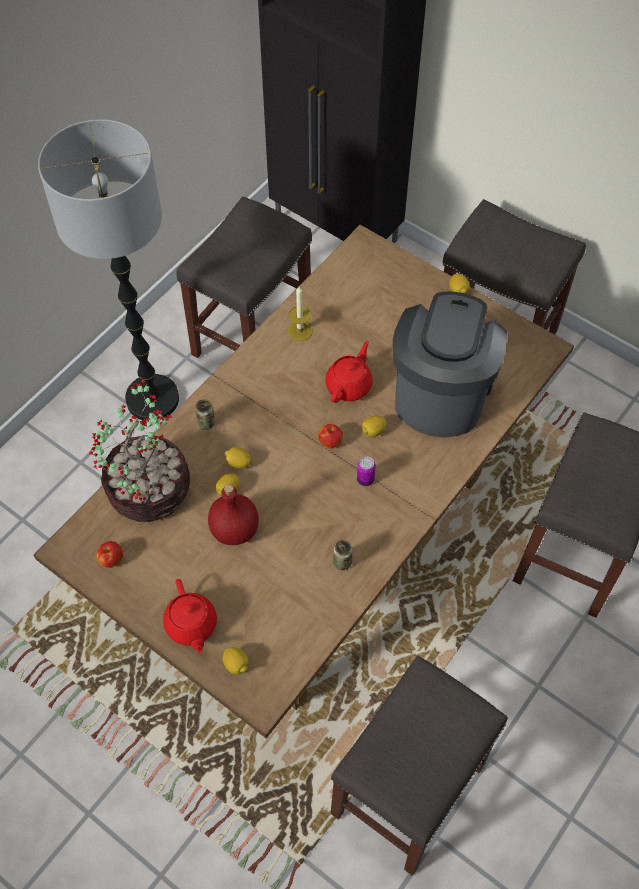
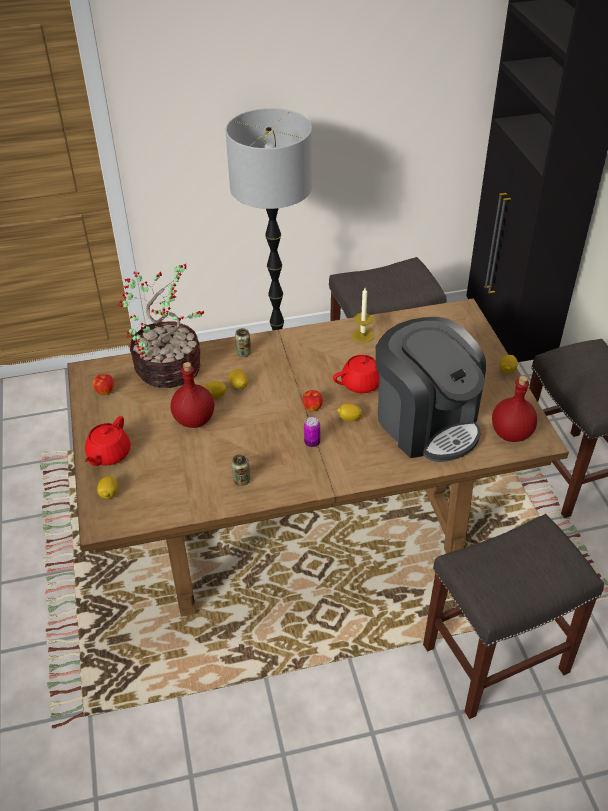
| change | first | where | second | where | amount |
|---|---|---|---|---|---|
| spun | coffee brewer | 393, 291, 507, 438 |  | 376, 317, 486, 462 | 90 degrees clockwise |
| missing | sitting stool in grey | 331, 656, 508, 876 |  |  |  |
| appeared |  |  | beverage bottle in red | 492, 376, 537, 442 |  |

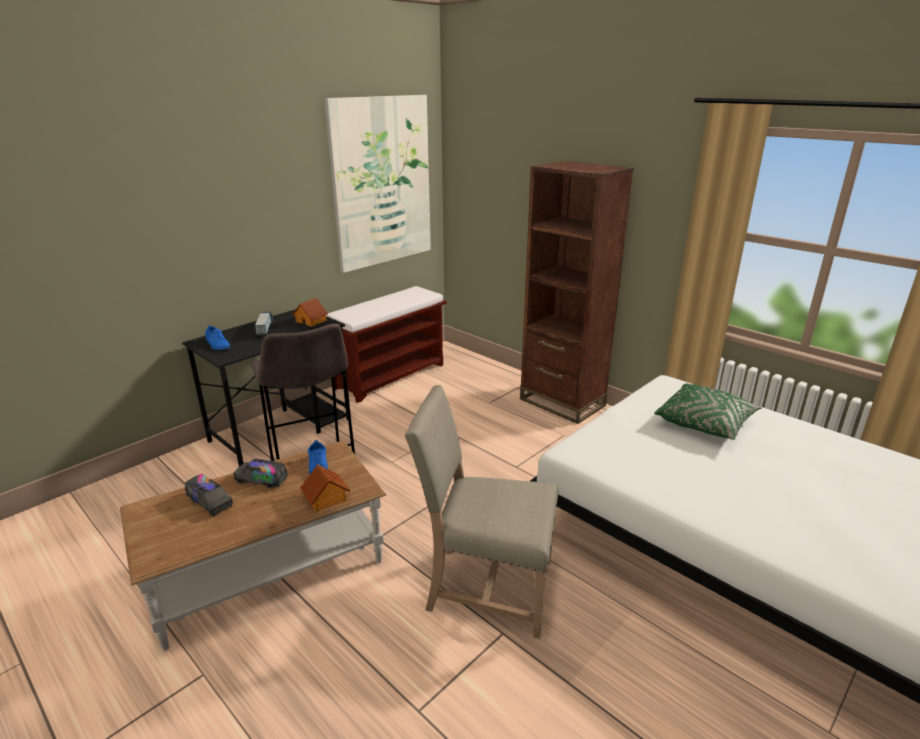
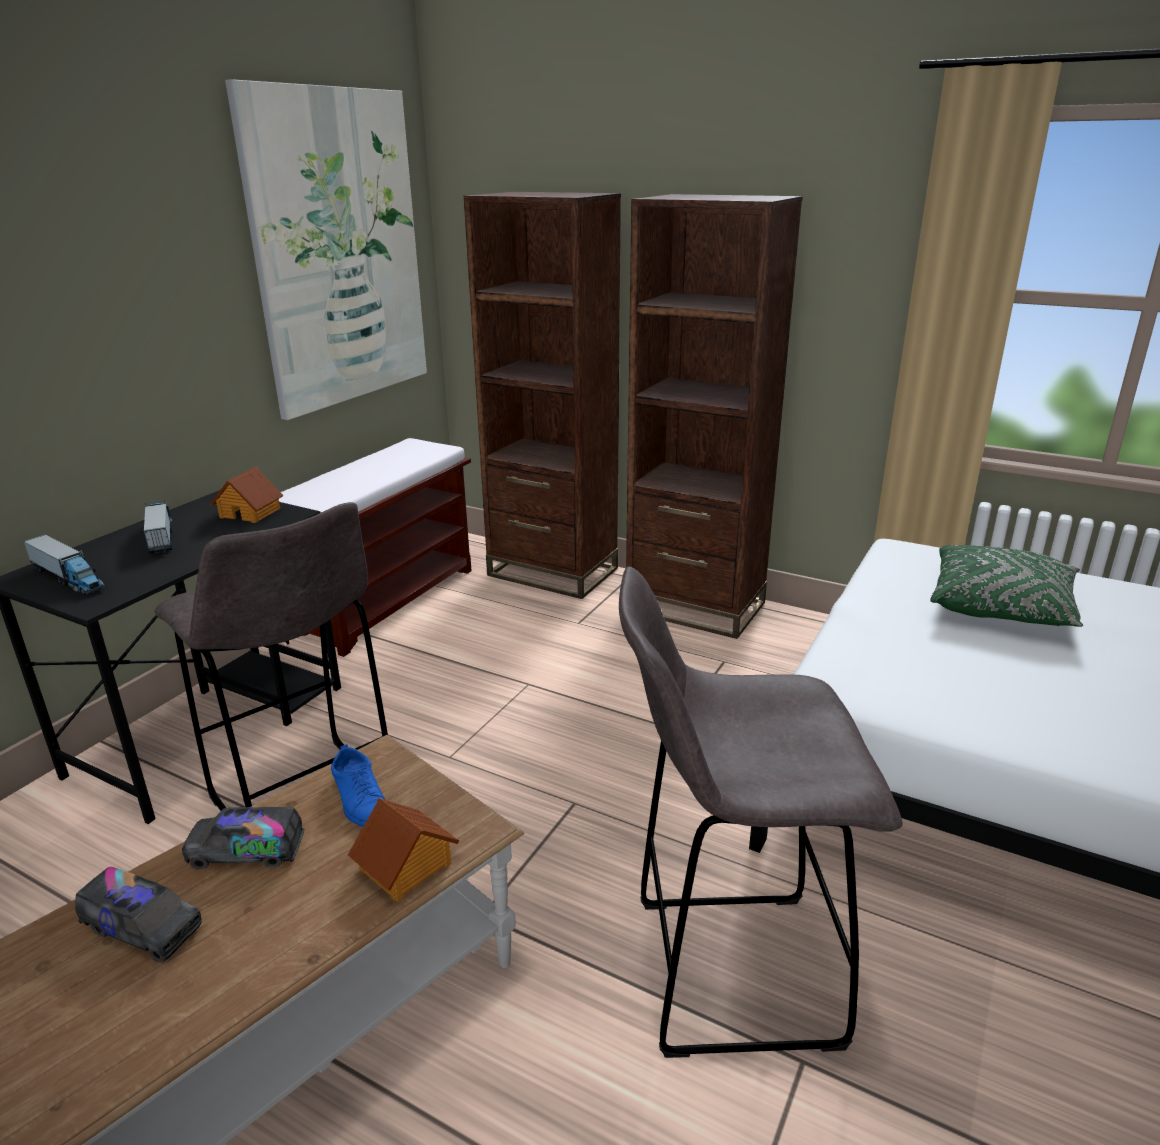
| change | first | where | second | where | amount |
|---|---|---|---|---|---|
| exchanged | low shoe in bluish | 205, 325, 231, 350 | toy truck | 23, 534, 106, 595 |  |
| exchanged | plain chair in sand-coloured | 405, 385, 558, 639 | sitting stool in grey | 619, 567, 903, 1058 |  |
| appeared |  |  | bookcase in brown-coloured | 464, 192, 621, 599 |  |

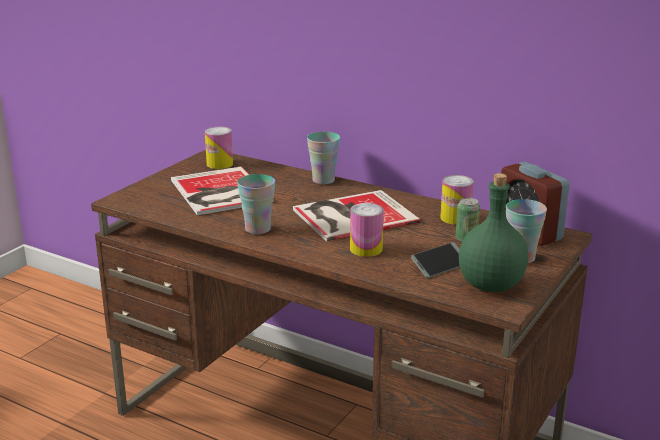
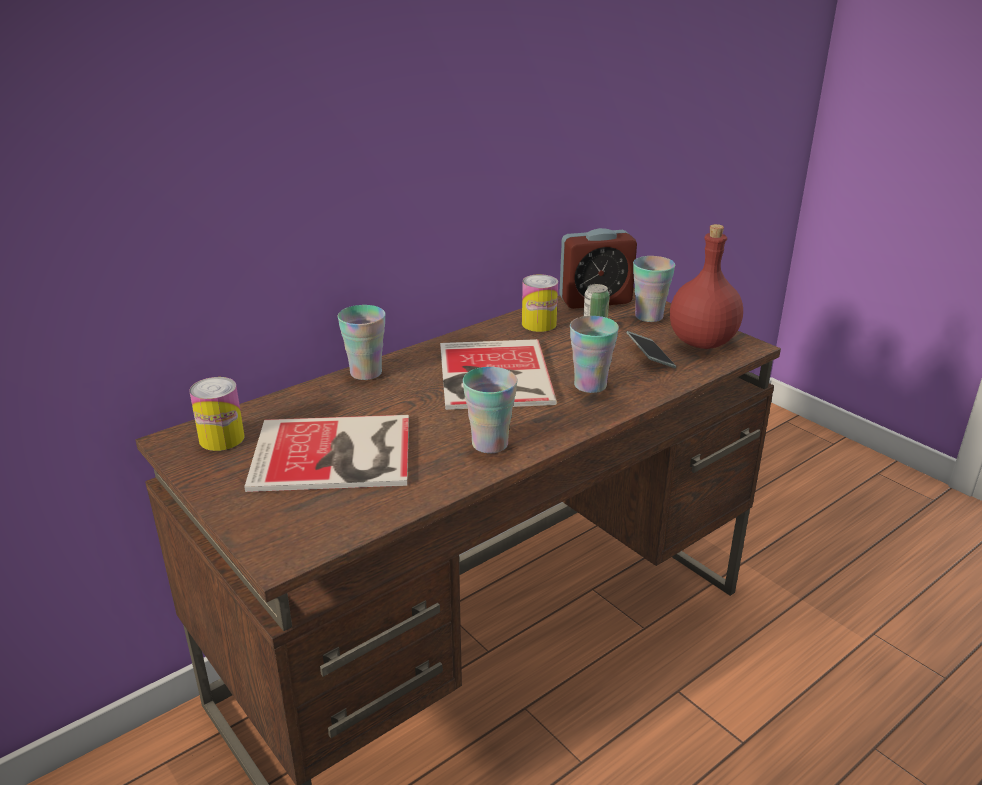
| change | first | where | second | where | amount |
|---|---|---|---|---|---|
| colour | beverage bottle in green-coloured | 459, 173, 528, 292 | beverage bottle in red | 670, 224, 743, 349 |  |
| exchanged | sealed can | 350, 203, 384, 257 | small cup | 570, 316, 619, 393 |  |

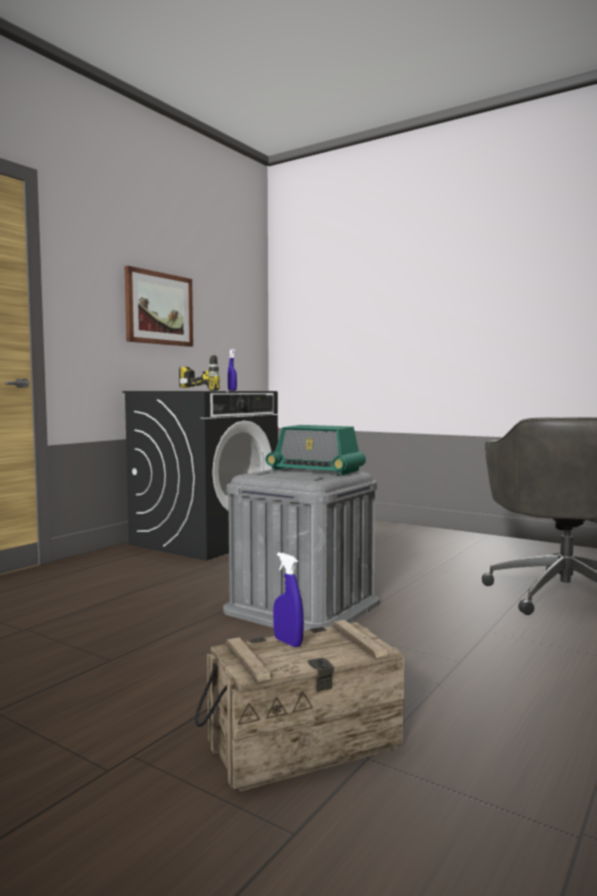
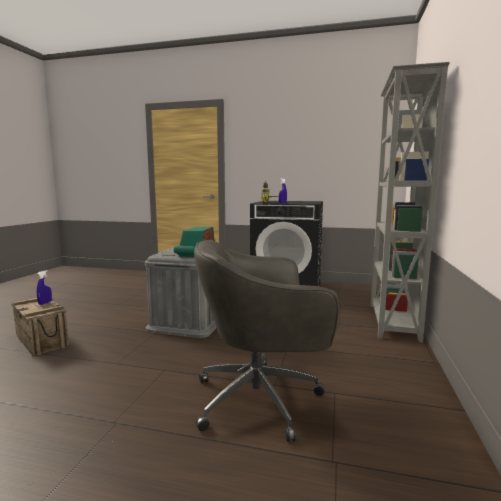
| change | first | where | second | where | amount |
|---|---|---|---|---|---|
| missing | picture | 125, 266, 193, 347 |  |  |  |
| appeared |  |  | bookcase in grey | 371, 62, 450, 343 |  |

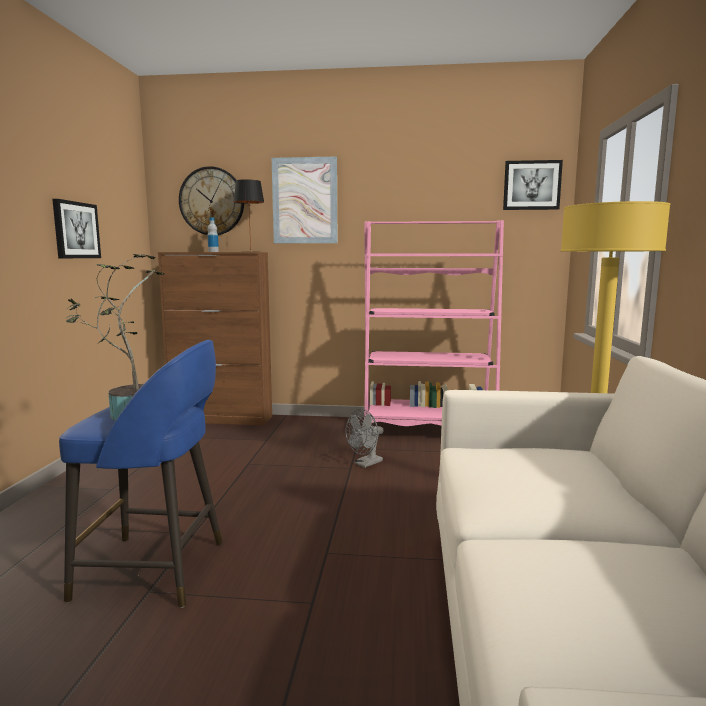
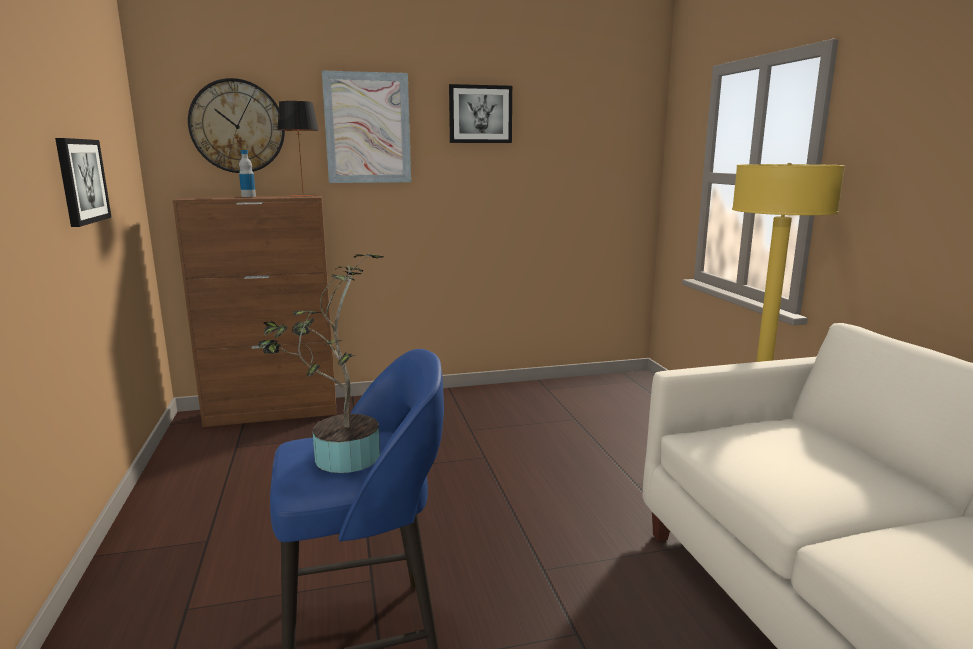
| change | first | where | second | where | amount |
|---|---|---|---|---|---|
| relocated | picture | 503, 160, 563, 210 |  | 449, 84, 512, 143 |  |
| missing | bookcase in pink-coloured | 364, 220, 504, 426 |  |  |  |
| missing | cooling fan in grey | 345, 409, 384, 468 |  |  |  |

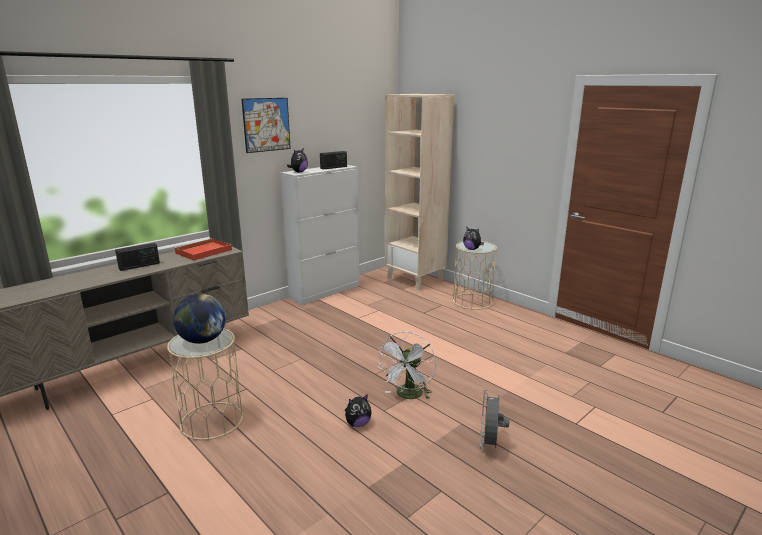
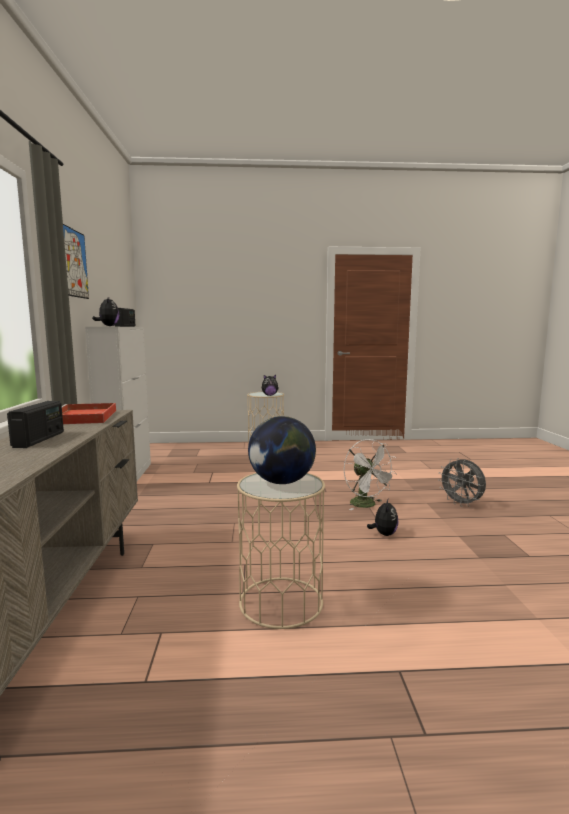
| change | first | where | second | where | amount |
|---|---|---|---|---|---|
| missing | bookcase in sand-coloured | 385, 94, 454, 290 |  |  |  |

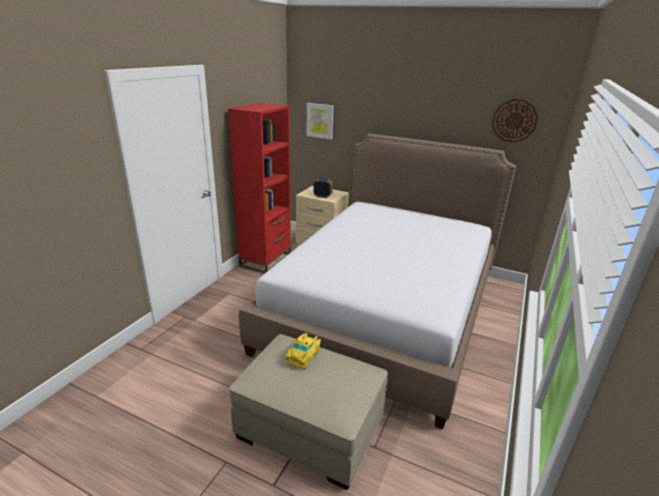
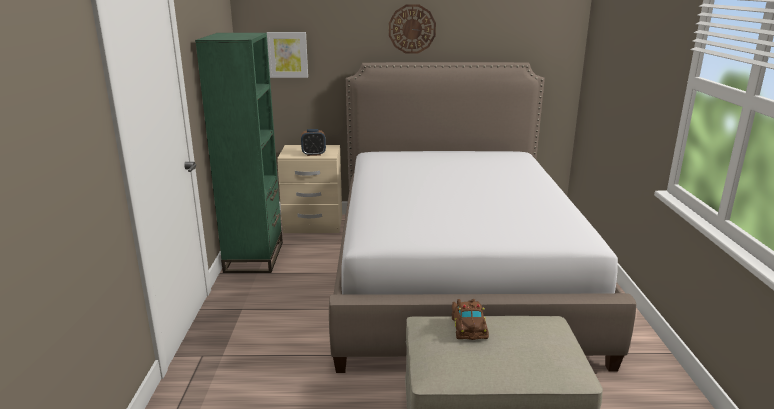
| change | first | where | second | where | amount |
|---|---|---|---|---|---|
| relocated | hanging clock | 492, 99, 538, 143 |  | 389, 4, 436, 54 |  |
| colour | bookcase in red | 228, 103, 291, 273 | bookcase in green-coloured | 195, 33, 283, 273 |  |
| colour | model car in yellow | 285, 333, 321, 369 | model car in brown-coloured | 452, 299, 489, 340 |  |

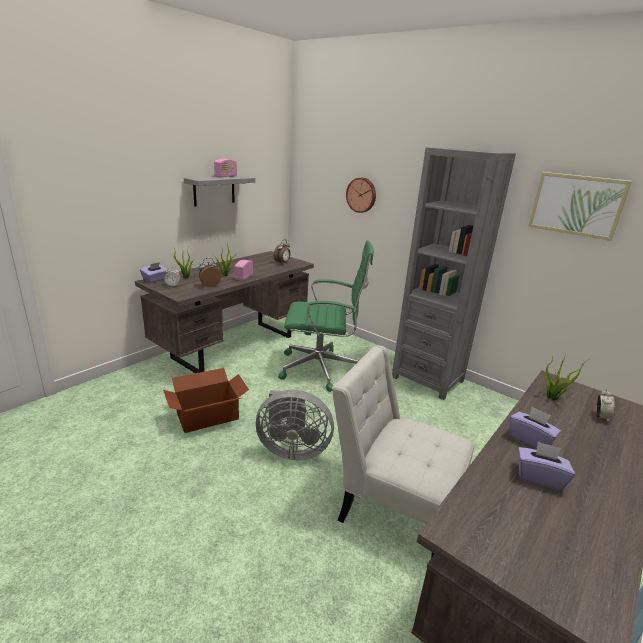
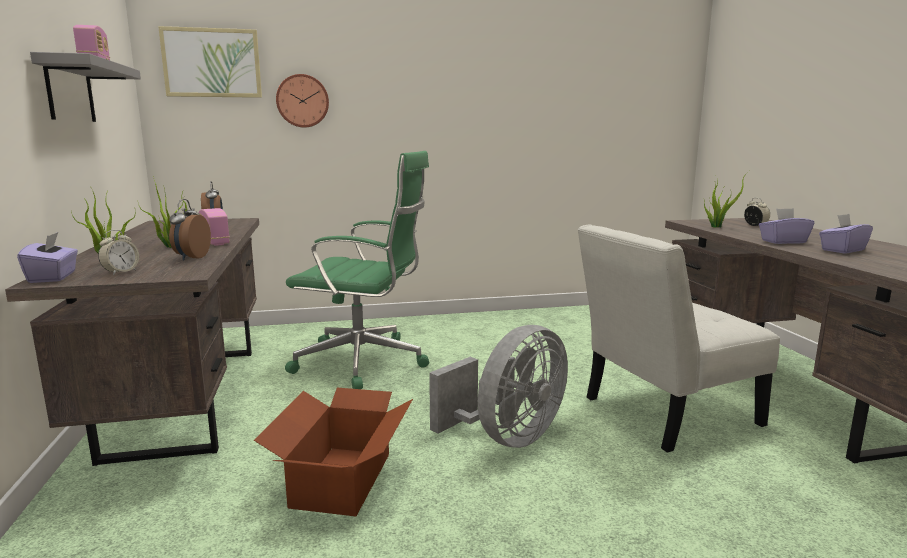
| change | first | where | second | where | amount |
|---|---|---|---|---|---|
| missing | bookcase in grey | 392, 147, 516, 400 |  |  |  |
| relocated | picture | 528, 172, 632, 241 |  | 158, 26, 262, 98 |  |
| spun | desk chair in green-coloured | 278, 240, 374, 392 |  | 285, 151, 429, 389 | 60 degrees clockwise |

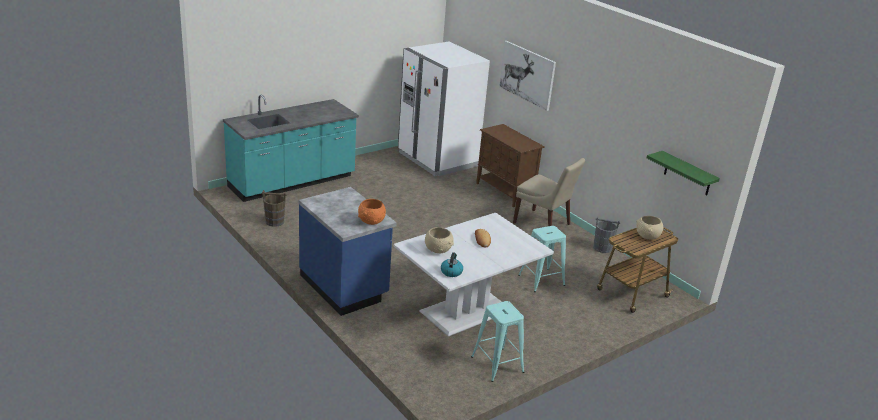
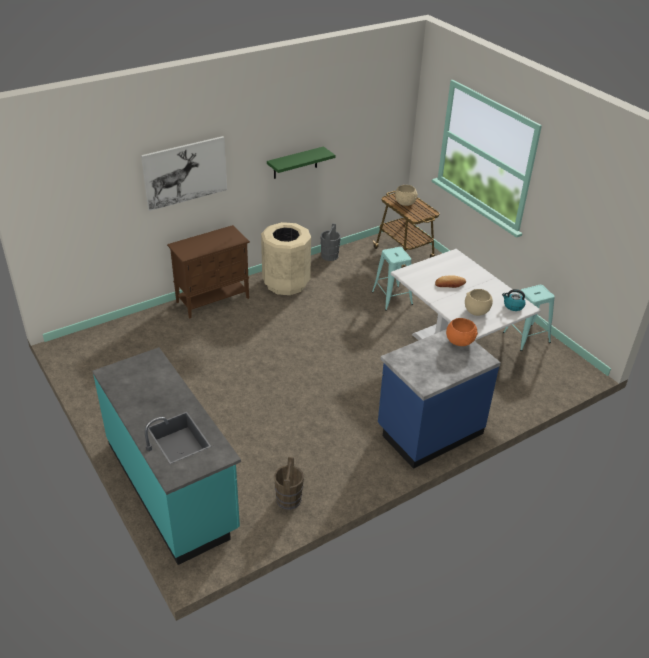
| change | first | where | second | where | amount |
|---|---|---|---|---|---|
| missing | refrigerator in white | 398, 41, 490, 176 |  |  |  |
| relocated | bracket shelf in green-coloured | 647, 151, 720, 196 |  | 267, 146, 336, 179 |  |
| exchanged | plain chair in sand-coloured | 513, 158, 585, 226 | waste bin in sand-coloured | 261, 222, 311, 295 |  |

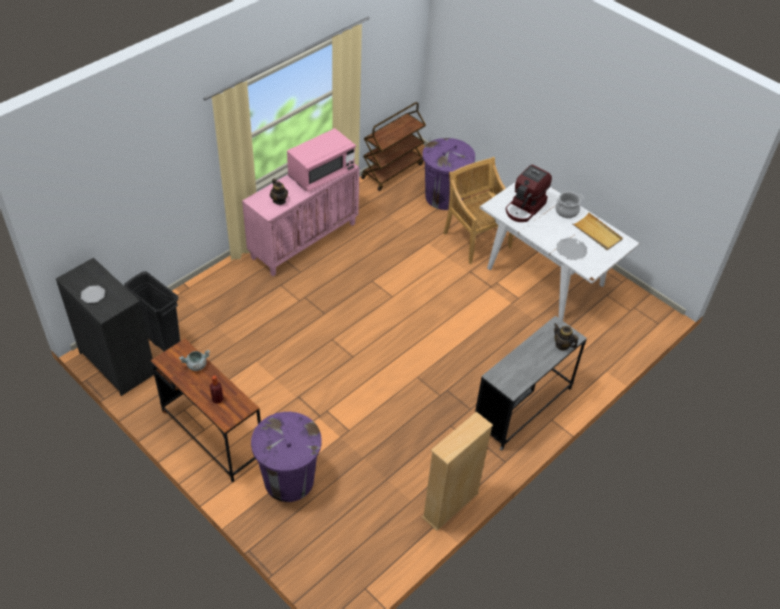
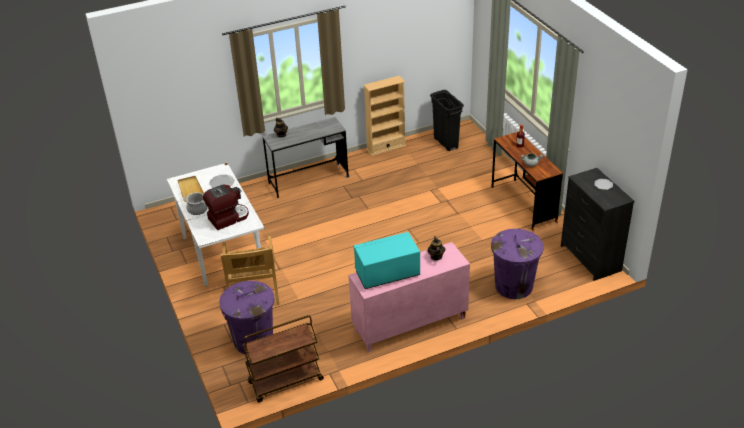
| change | first | where | second | where | amount |
|---|---|---|---|---|---|
| colour | microwave in pink-coloured | 287, 128, 356, 192 | microwave in turquoise-coloured | 353, 232, 420, 289 |  |
| relocated | waste bin in black-coloured | 124, 271, 180, 352 |  | 430, 90, 464, 151 |  |
| relocated | waste bin in purple-coloured | 251, 412, 322, 502 |  | 491, 229, 544, 299 |  |

